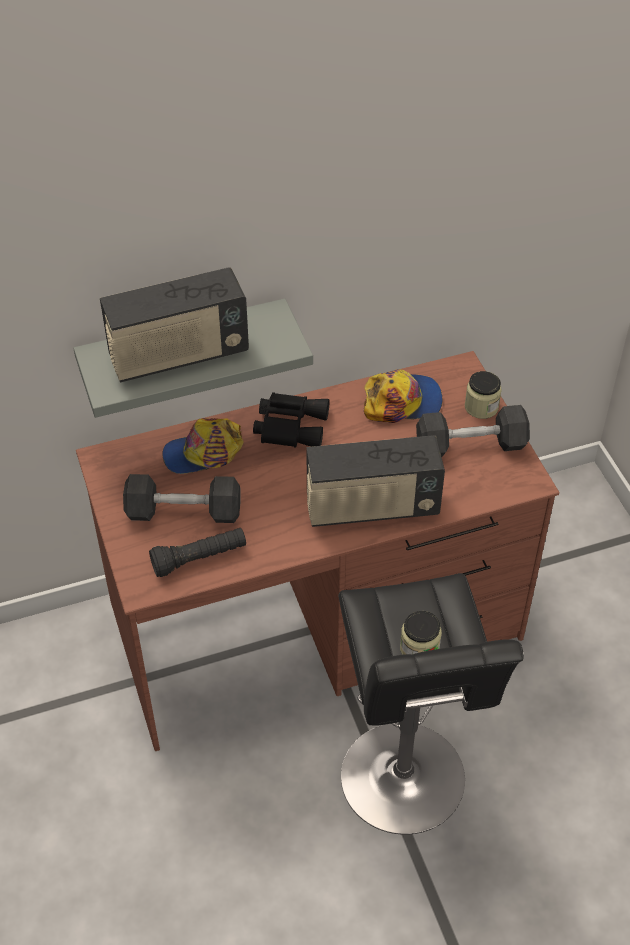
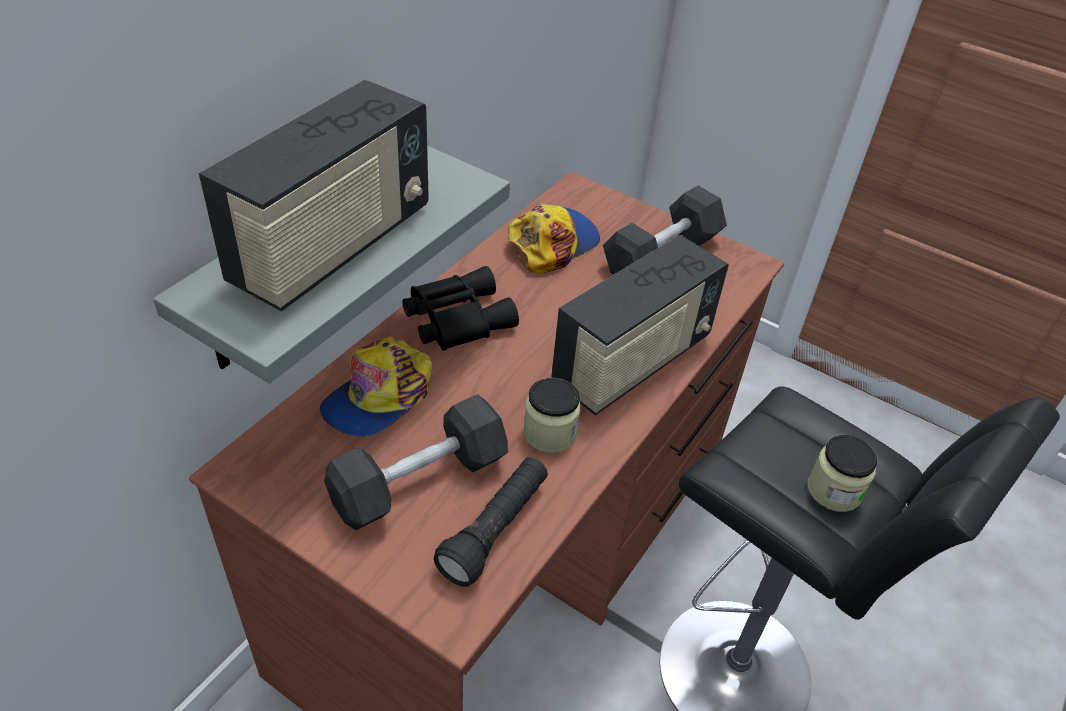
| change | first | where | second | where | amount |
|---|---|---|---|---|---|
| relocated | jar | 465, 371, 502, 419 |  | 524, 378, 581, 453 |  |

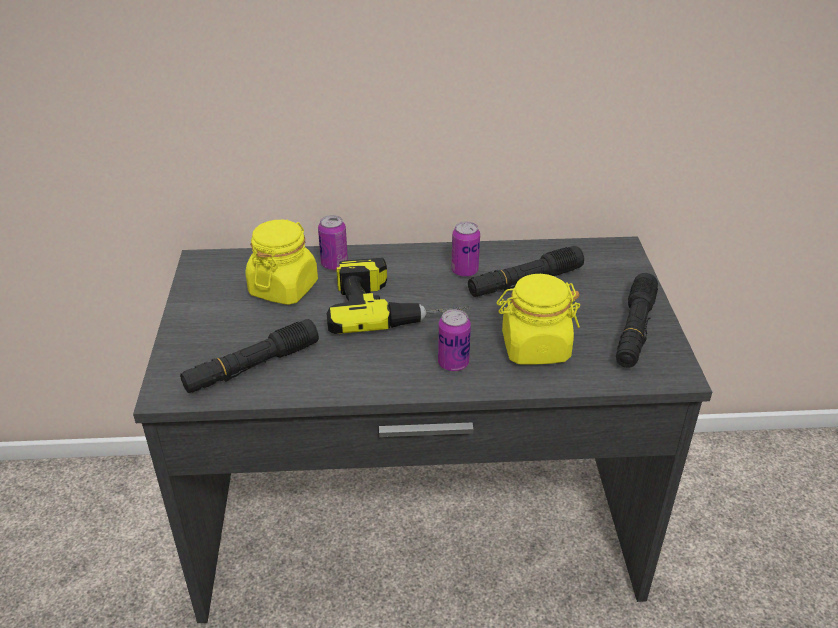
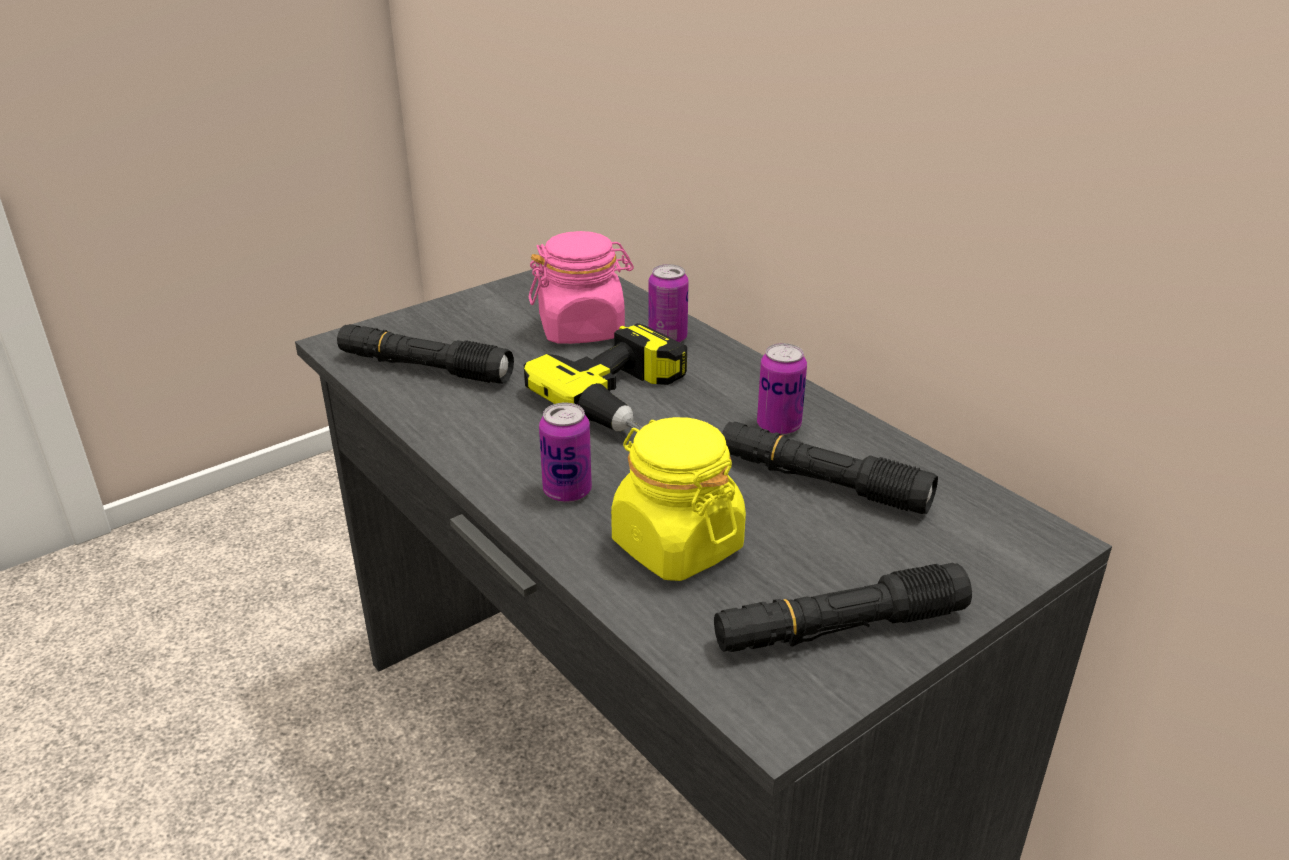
| change | first | where | second | where | amount |
|---|---|---|---|---|---|
| colour | jar in yellow | 245, 220, 318, 305 | jar in pink-coloured | 529, 231, 634, 344 |  |

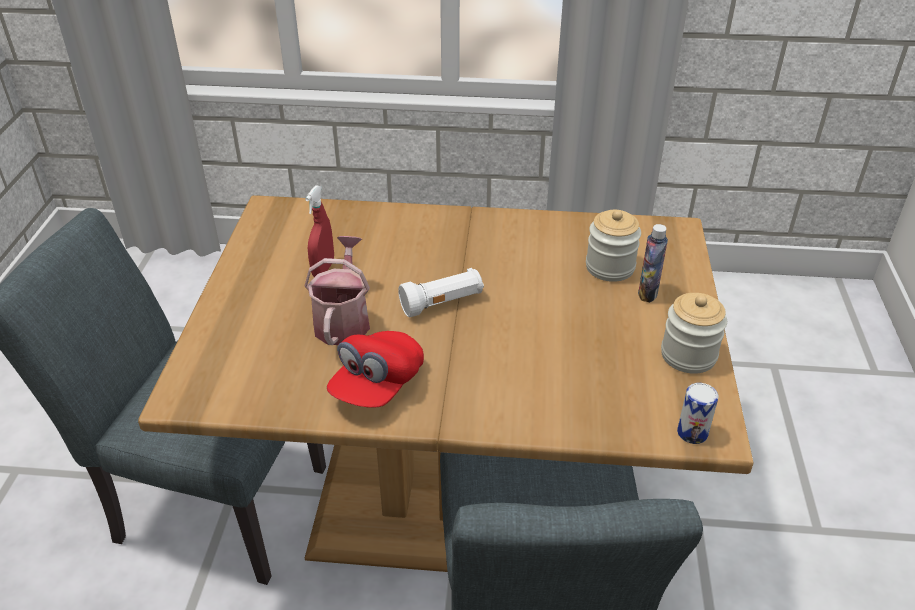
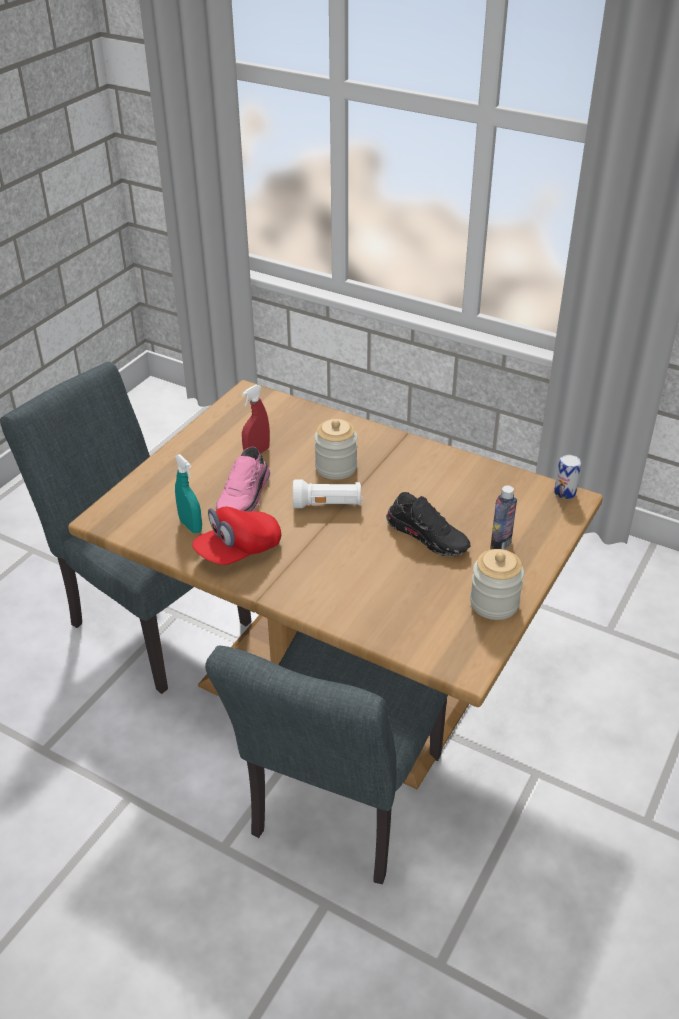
| change | first | where | second | where | amount |
|---|---|---|---|---|---|
| relocated | jar | 586, 210, 641, 282 |  | 314, 419, 358, 480 |  |
| exchanged | watering can | 305, 236, 370, 345 | low shoe in pink-coloured | 216, 447, 270, 512 |  |
| relocated | sealed can | 677, 383, 719, 444 |  | 554, 455, 581, 499 |  |
| appeared |  |  | hand sprayer in turquoise-coloured | 175, 454, 202, 533 |  |
| appeared |  |  | low shoe in black-coloured | 386, 492, 470, 556 |  |

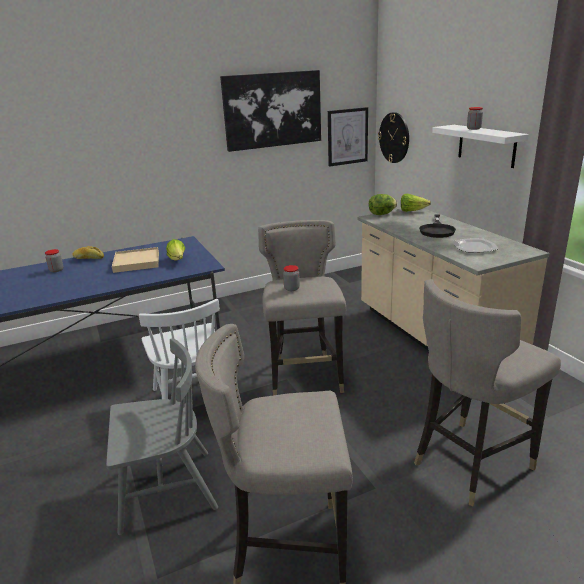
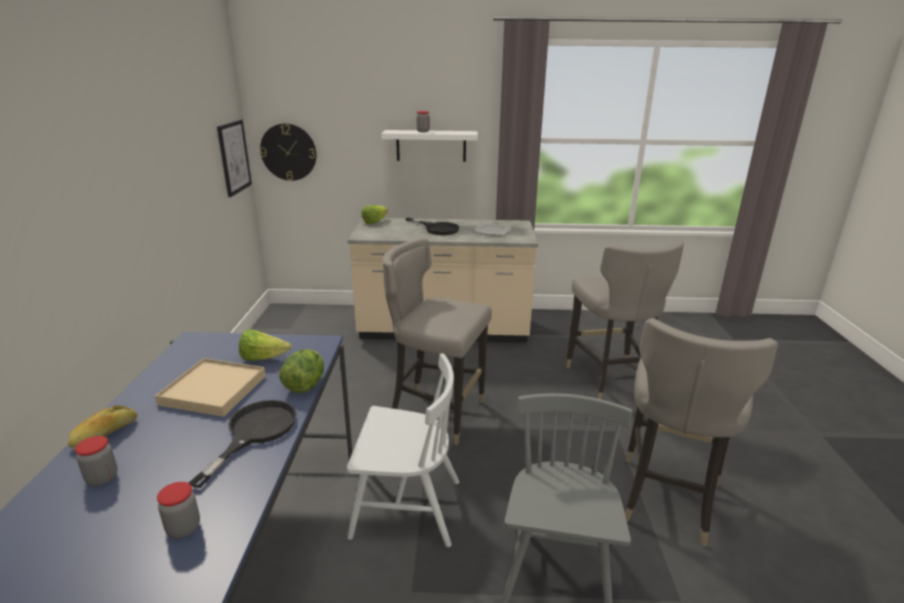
| change | first | where | second | where | amount |
|---|---|---|---|---|---|
| missing | picture | 220, 70, 321, 152 |  |  |  |
| relocated | lettuce | 369, 194, 397, 215 |  | 279, 349, 324, 393 |  |
| relocated | jar | 283, 265, 300, 291 |  | 157, 482, 200, 538 |  |
| appeared |  |  | pan in black-coloured | 189, 400, 297, 488 |  |

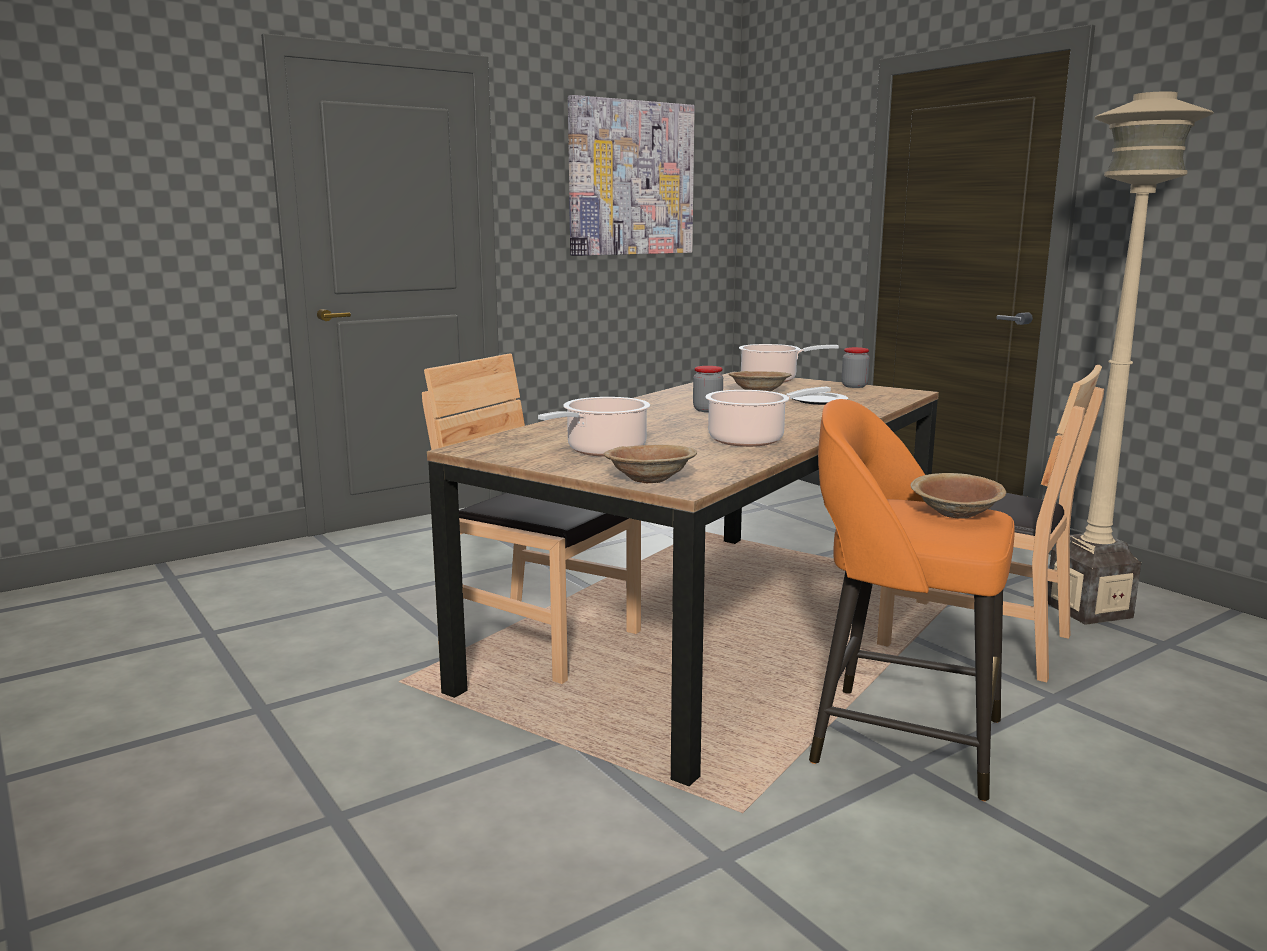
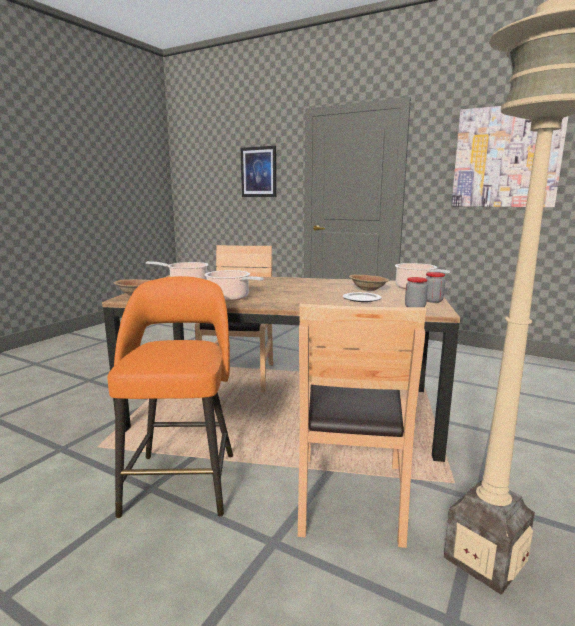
| change | first | where | second | where | amount |
|---|---|---|---|---|---|
| relocated | jar | 693, 366, 723, 412 |  | 405, 277, 428, 307 |  |
| missing | deep dish in brown-coloured | 910, 473, 1006, 519 |  |  |  |
| appeared |  |  | picture | 241, 146, 276, 197 |  |

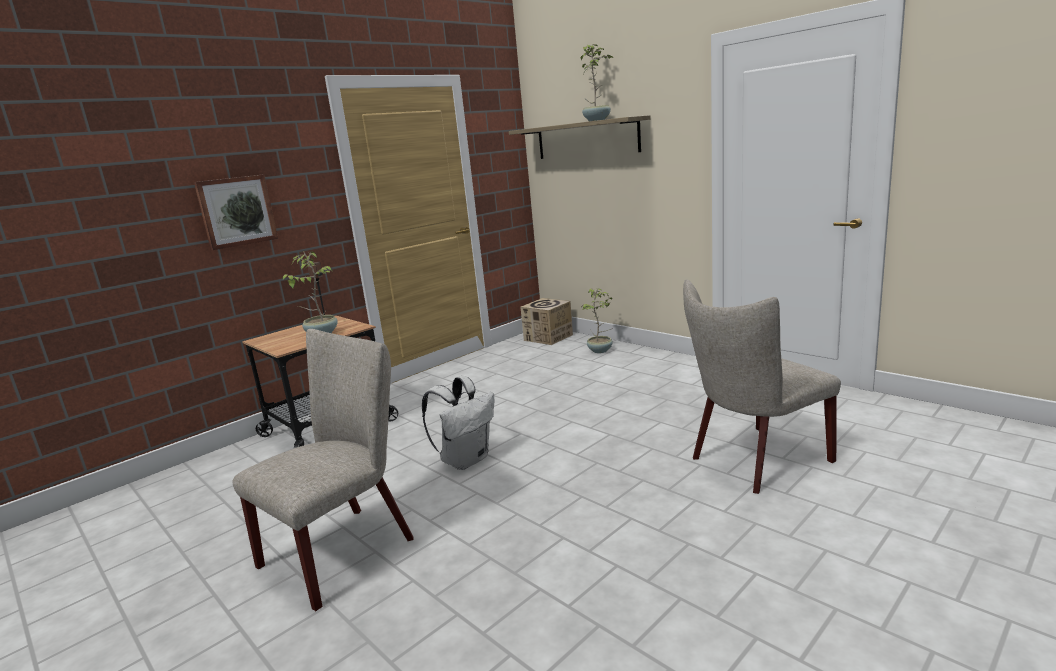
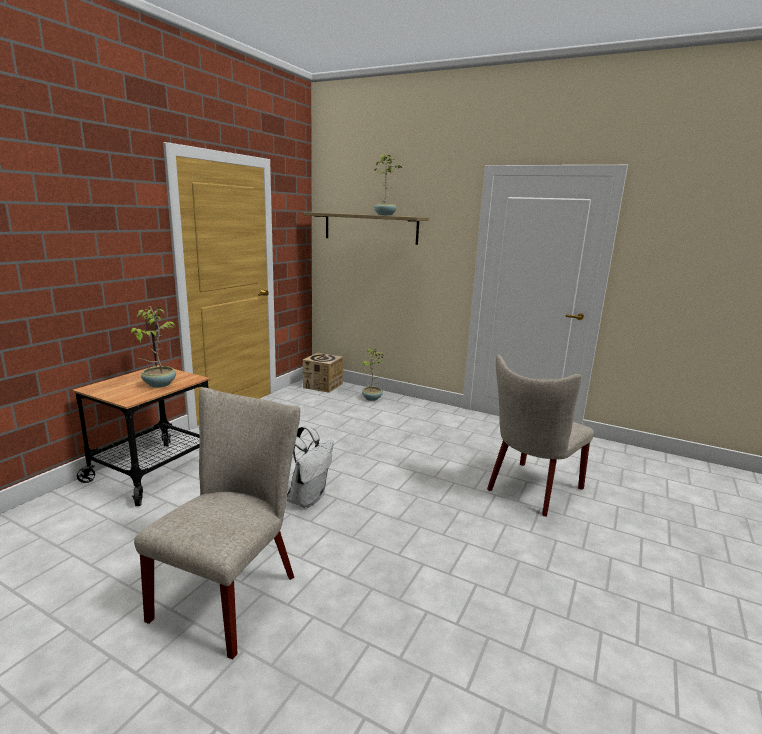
| change | first | where | second | where | amount |
|---|---|---|---|---|---|
| missing | picture | 194, 174, 278, 250 |  |  |  |

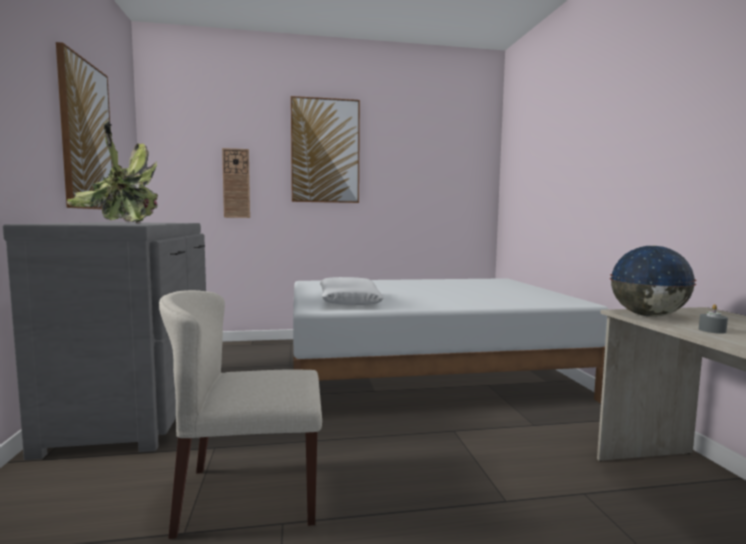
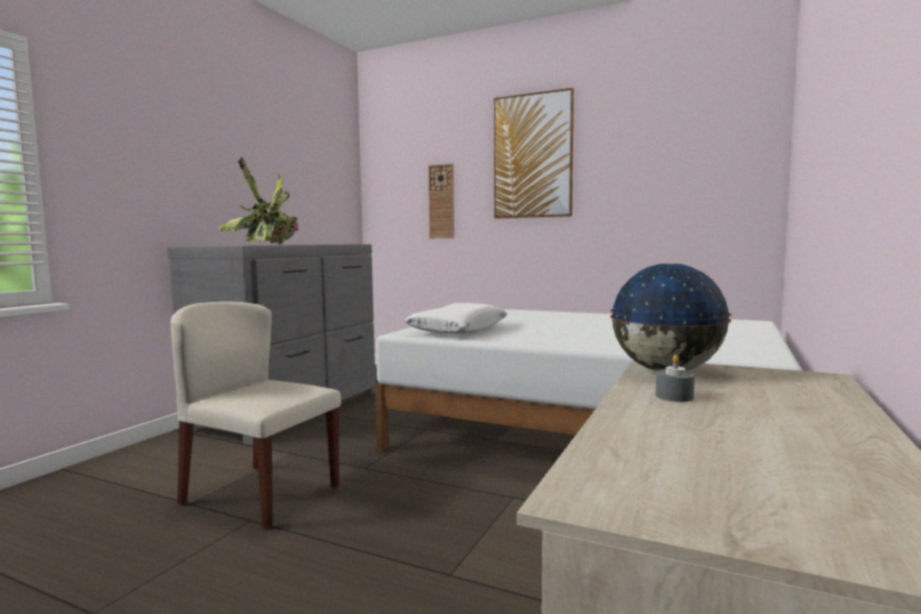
| change | first | where | second | where | amount |
|---|---|---|---|---|---|
| missing | picture | 56, 42, 113, 210 |  |  |  |

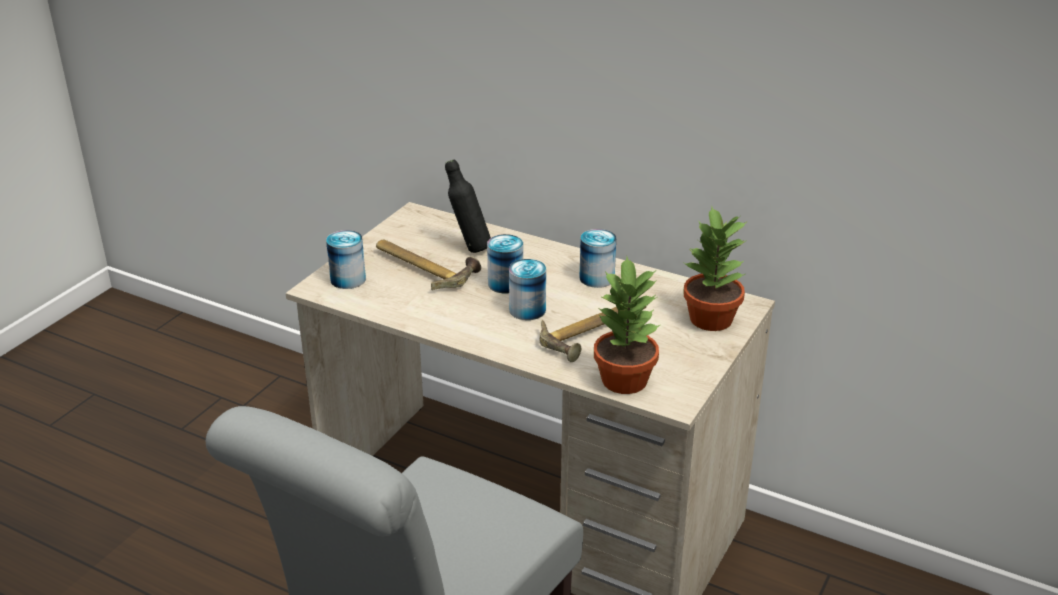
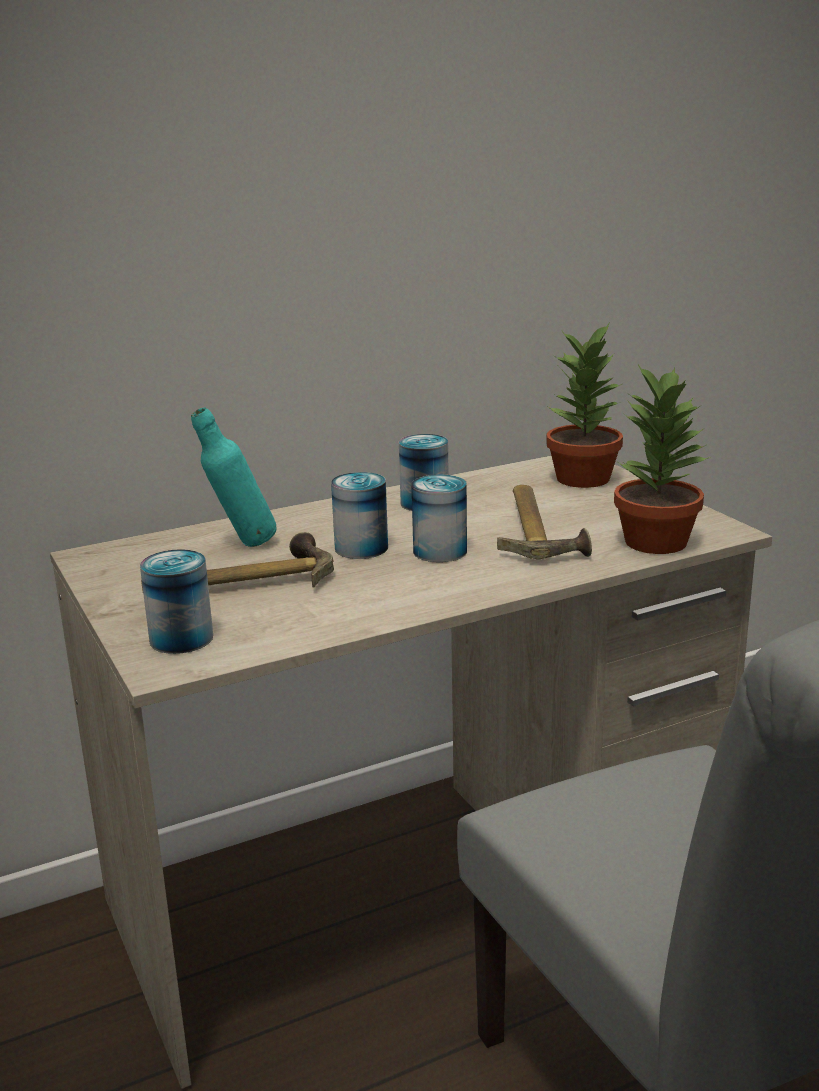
| change | first | where | second | where | amount |
|---|---|---|---|---|---|
| colour | beverage bottle in black-coloured | 445, 159, 491, 253 | beverage bottle in turquoise-coloured | 191, 408, 277, 547 |  |

